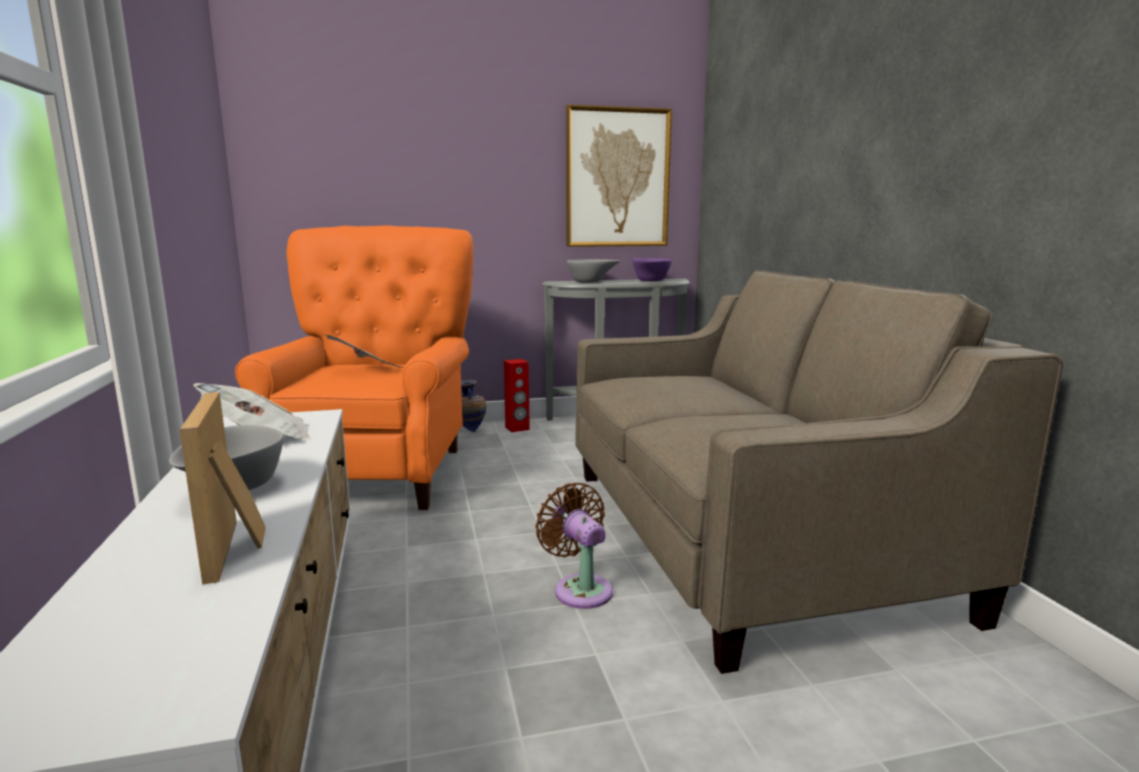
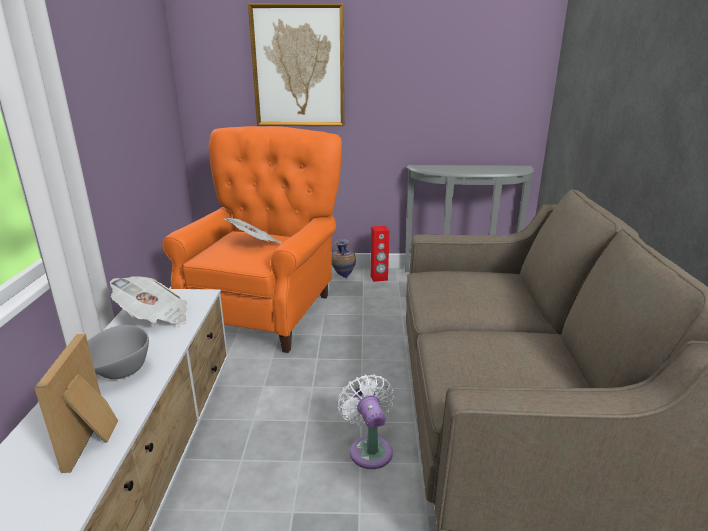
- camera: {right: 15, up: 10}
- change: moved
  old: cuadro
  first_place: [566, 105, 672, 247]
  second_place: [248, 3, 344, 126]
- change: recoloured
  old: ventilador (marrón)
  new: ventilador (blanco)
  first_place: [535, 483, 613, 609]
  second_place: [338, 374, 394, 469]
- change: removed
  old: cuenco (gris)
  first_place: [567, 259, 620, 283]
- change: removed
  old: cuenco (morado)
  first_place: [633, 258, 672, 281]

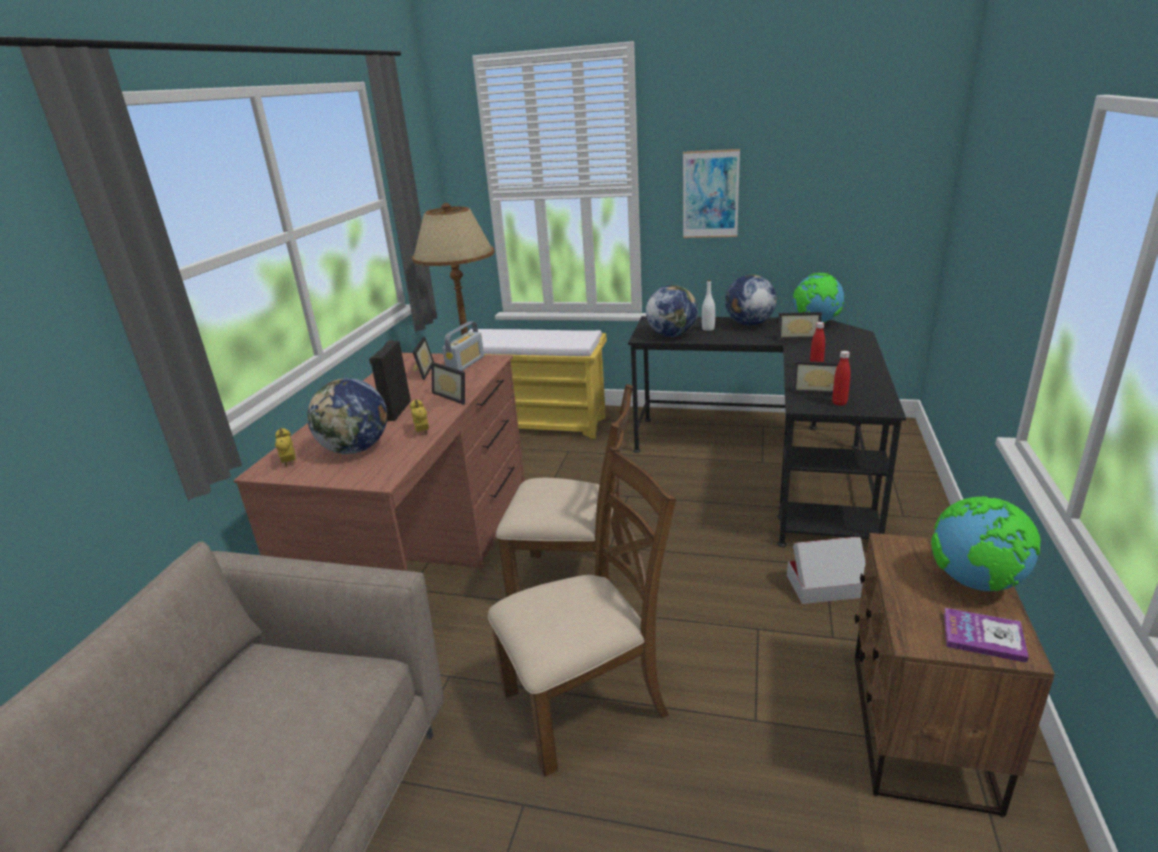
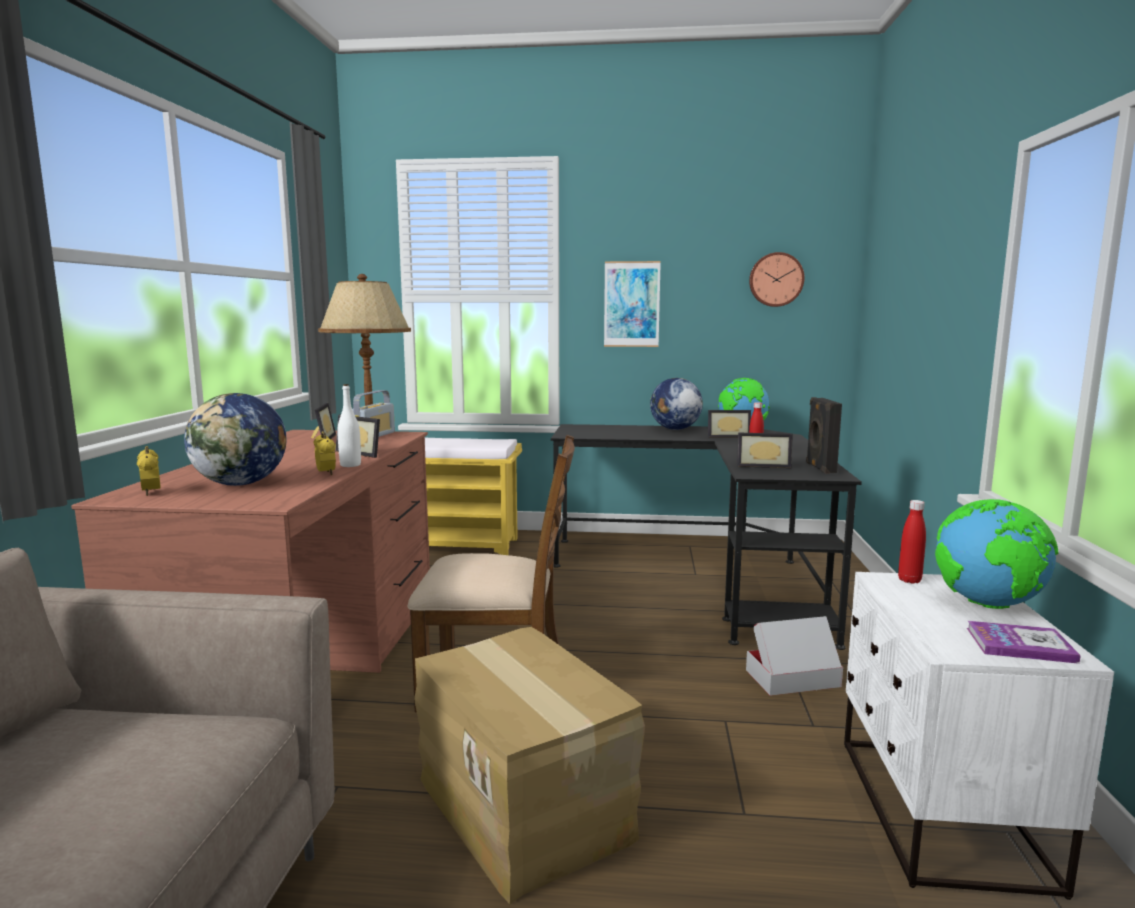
- camera: {right: -10, up: -15}
- change: moved
  old: botella (blanco)
  first_place: [702, 280, 715, 331]
  second_place: [337, 384, 361, 467]
- change: replaced
  old: silla (marrón)
  new: caja de cartón
  first_place: [488, 447, 676, 777]
  second_place: [414, 627, 645, 904]
- change: added
  new: reloj de pared
  second_place: [749, 252, 805, 307]
- change: moved
  old: altavoz (negro)
  first_place: [369, 340, 411, 422]
  second_place: [806, 397, 842, 474]
- change: recoloured
  old: mesita de noche (marrón)
  new: mesita de noche (blanco)
  first_place: [855, 533, 1055, 817]
  second_place: [844, 572, 1114, 900]
- change: moved
  old: botella (rojo)
  first_place: [832, 351, 850, 406]
  second_place: [898, 500, 926, 584]
- change: removed
  old: globo terráqueo
  first_place: [646, 285, 698, 337]

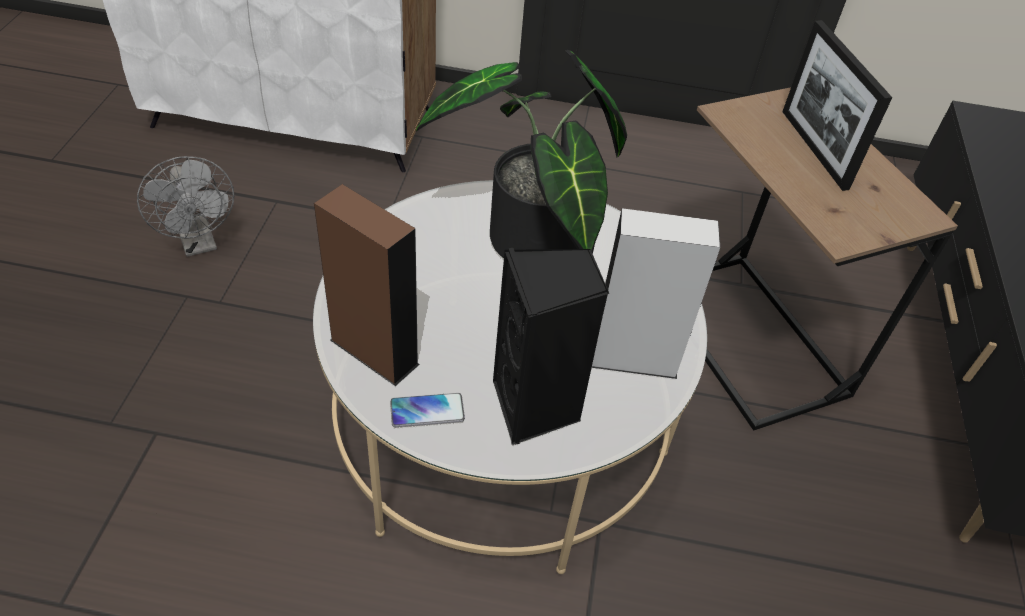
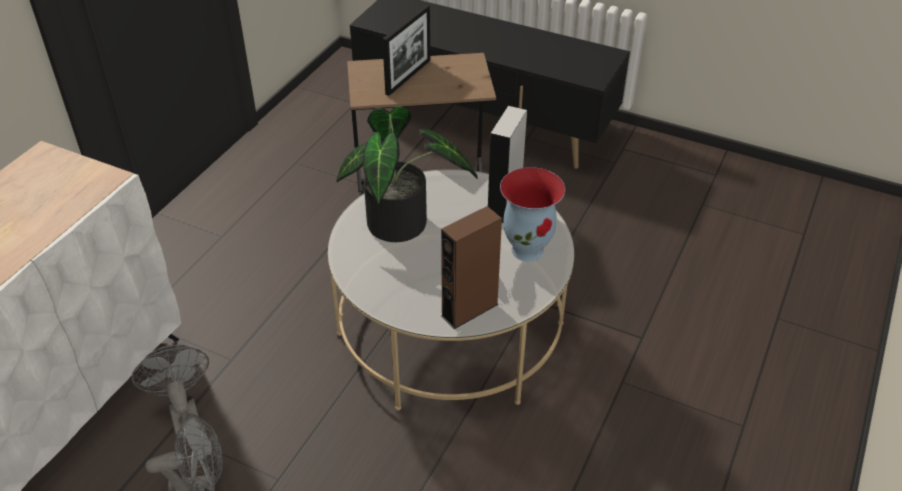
- camera: {right: -70, up: -5}
- change: added
  new: ventilador (gris)
  second_place: [132, 345, 209, 439]
- change: turned
  old: portarretratos
  first_place: [782, 20, 892, 191]
  second_place: [382, 5, 431, 96]
  degrees: -60
- change: replaced
  old: altavoz (negro)
  new: florero
  first_place: [493, 248, 609, 445]
  second_place: [500, 167, 565, 262]
- change: removed
  old: móvil
  first_place: [390, 393, 465, 427]

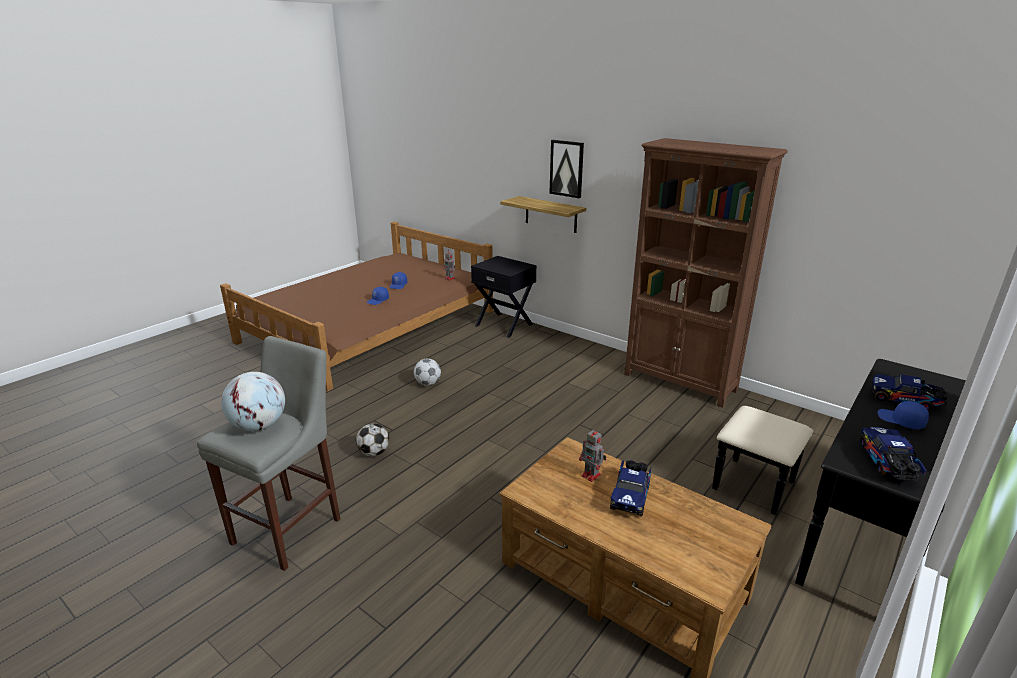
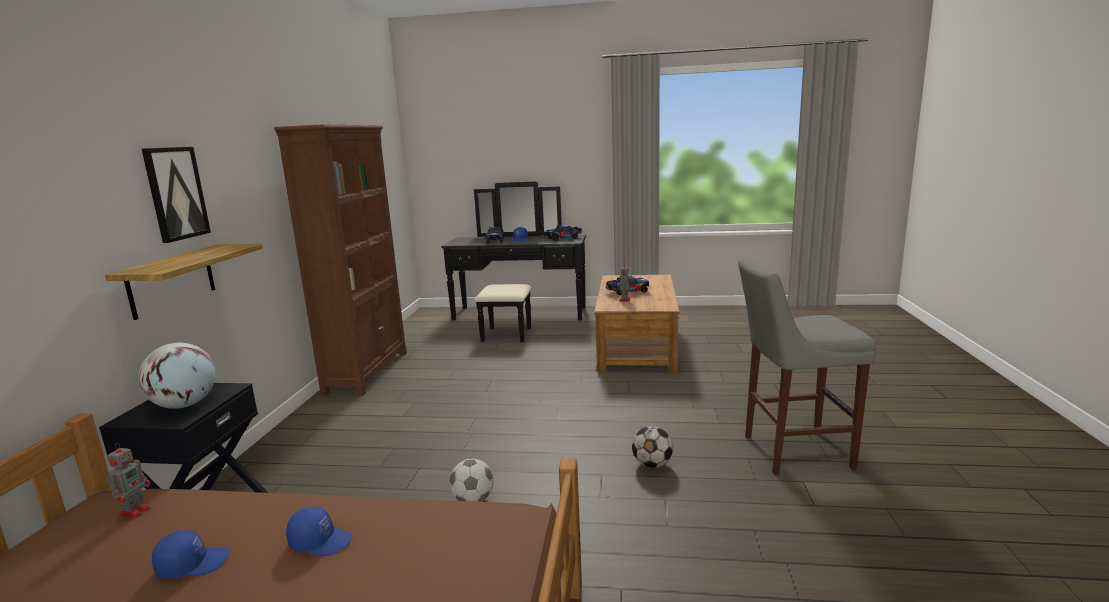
- camera: {right: -120, up: -10}
- change: moved
  old: globo terráqueo
  first_place: [221, 372, 285, 431]
  second_place: [138, 343, 216, 409]

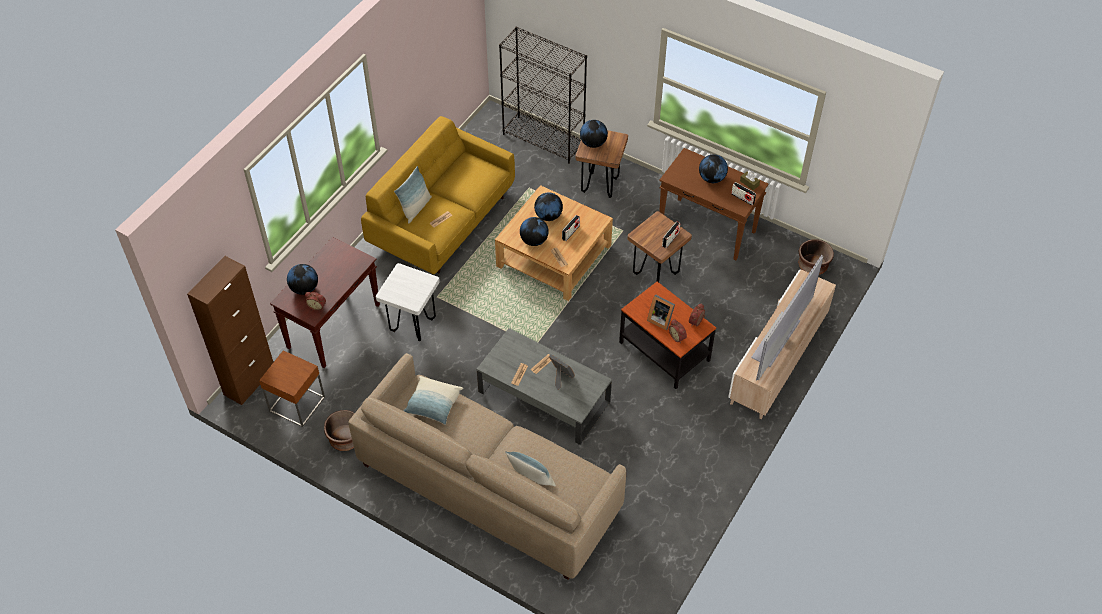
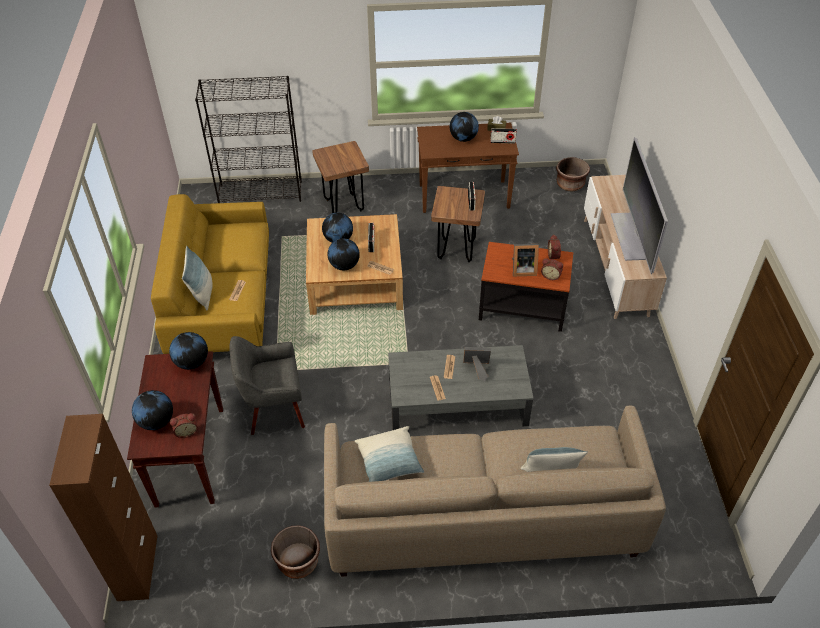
- camera: {right: -35, up: -5}
- change: moved
  old: globo terráqueo
  first_place: [580, 120, 608, 148]
  second_place: [169, 332, 208, 370]
- change: replaced
  old: taburete (blanco)
  new: sillón (gris)
  first_place: [376, 263, 440, 341]
  second_place: [229, 336, 305, 435]
- change: removed
  old: mesa auxiliar (marrón)
  first_place: [259, 350, 325, 427]

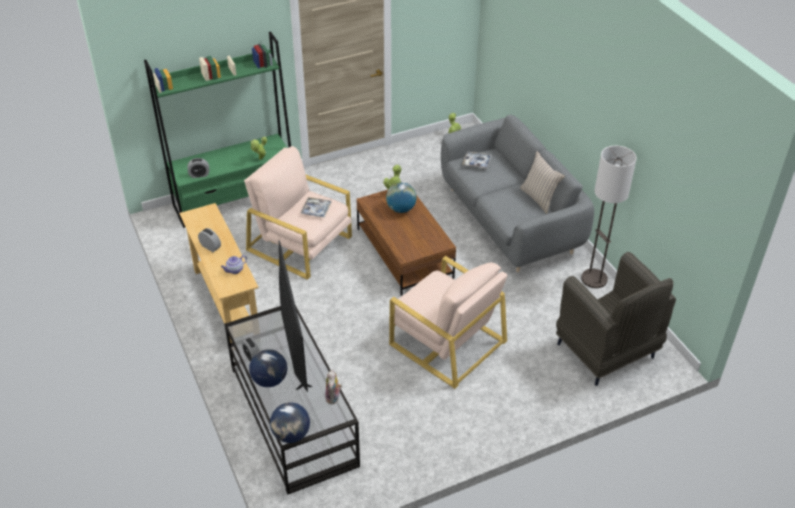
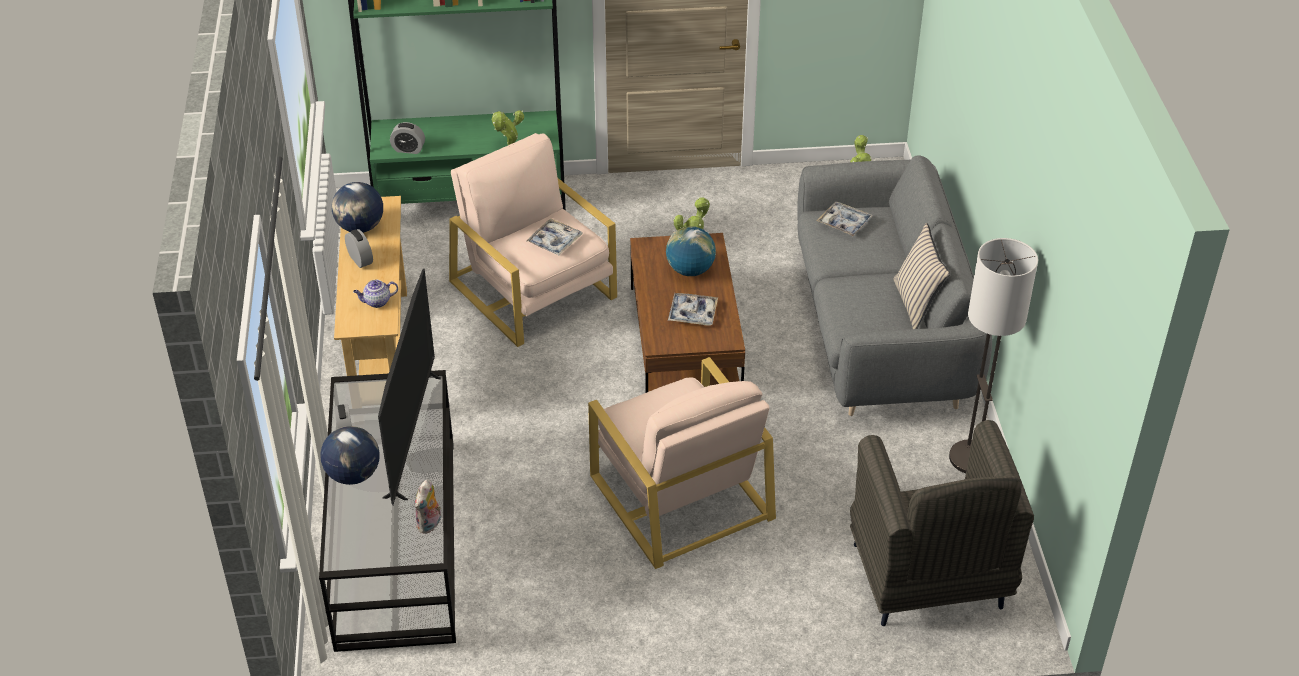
- camera: {right: 20, up: 0}
- change: moved
  old: globo terráqueo
  first_place: [270, 402, 310, 443]
  second_place: [332, 182, 383, 233]
- change: added
  new: bandeja
  second_place: [668, 293, 718, 326]

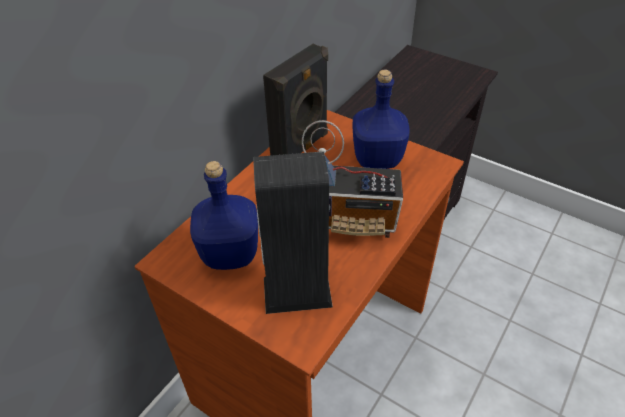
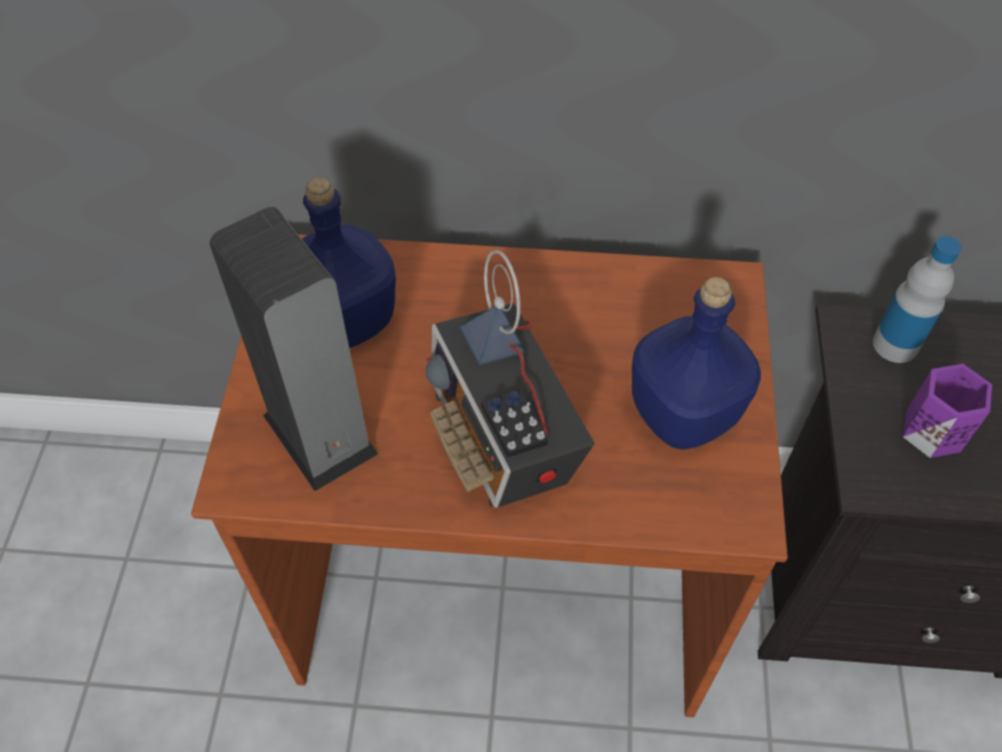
- camera: {right: 60, up: 10}
- change: added
  new: botella
  second_place: [873, 236, 962, 363]
- change: added
  new: taza grande (morado)
  second_place: [903, 364, 992, 458]
- change: removed
  old: altavoz (negro)
  first_place: [263, 44, 328, 156]

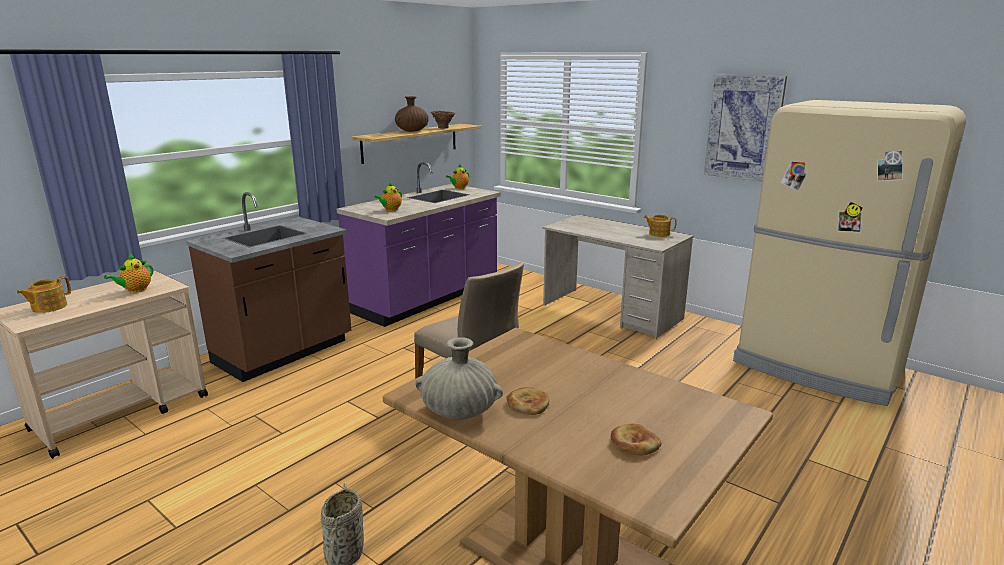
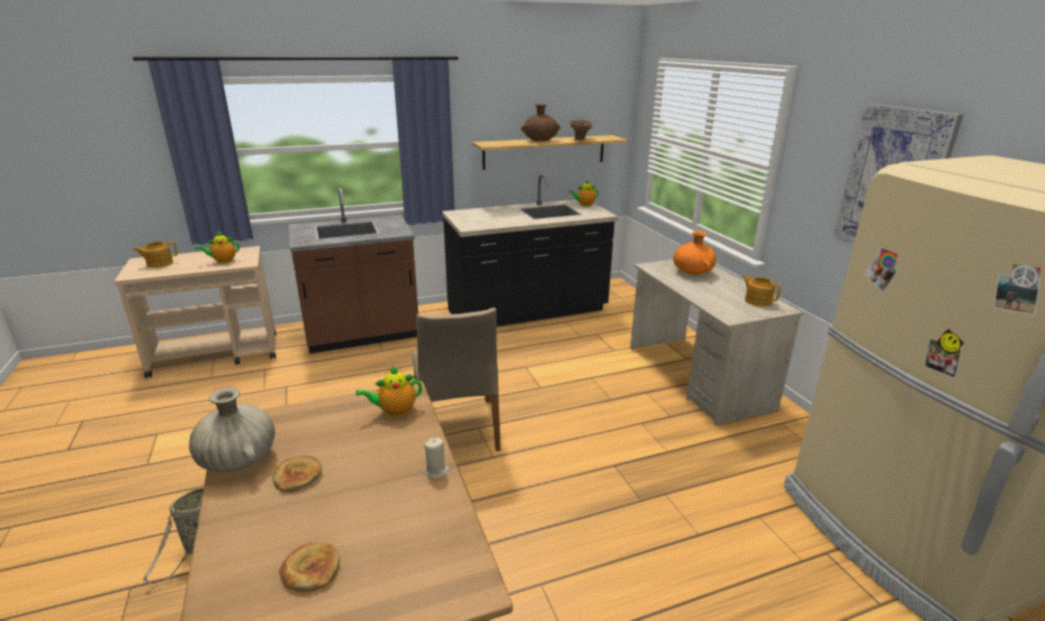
- camera: {right: 30, up: 5}
- change: moved
  old: tetera
  first_place: [374, 182, 402, 211]
  second_place: [356, 366, 422, 417]
- change: added
  new: vela (beis)
  second_place: [424, 438, 450, 478]
- change: recoloured
  old: mueble bajo de cocina (morado)
  new: mueble bajo de cocina (negro)
  first_place: [337, 162, 501, 327]
  second_place: [442, 174, 618, 327]
- change: added
  new: florero (naranja)
  second_place: [673, 231, 716, 275]

